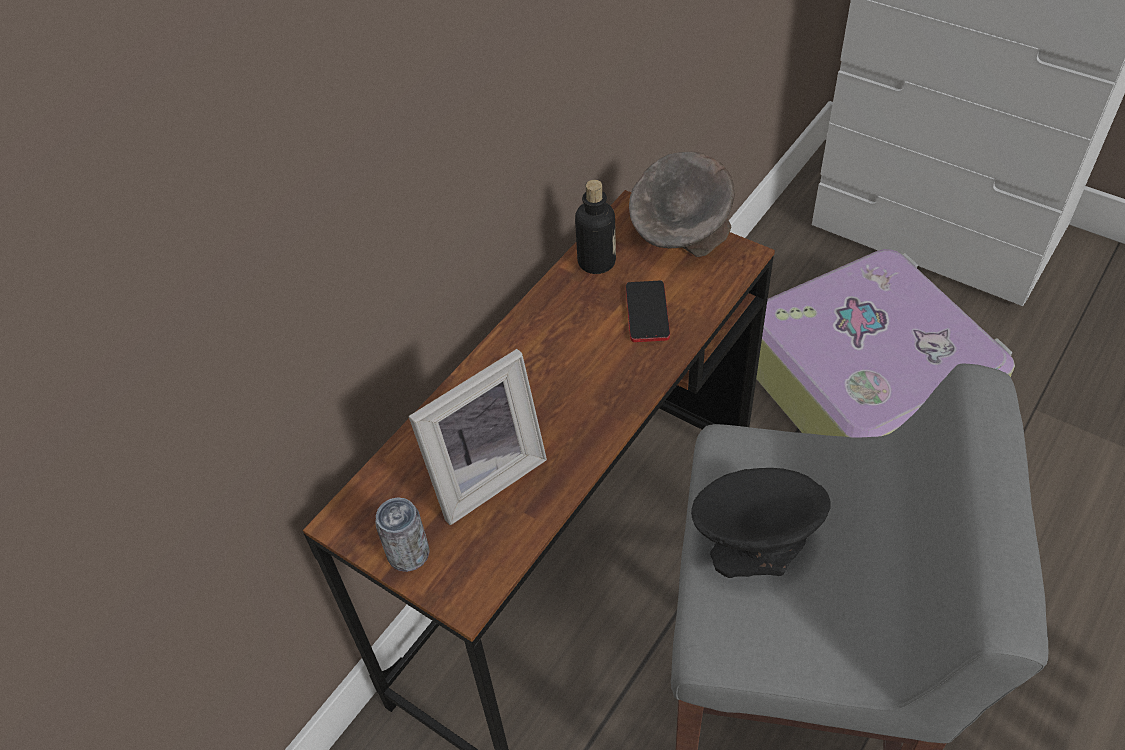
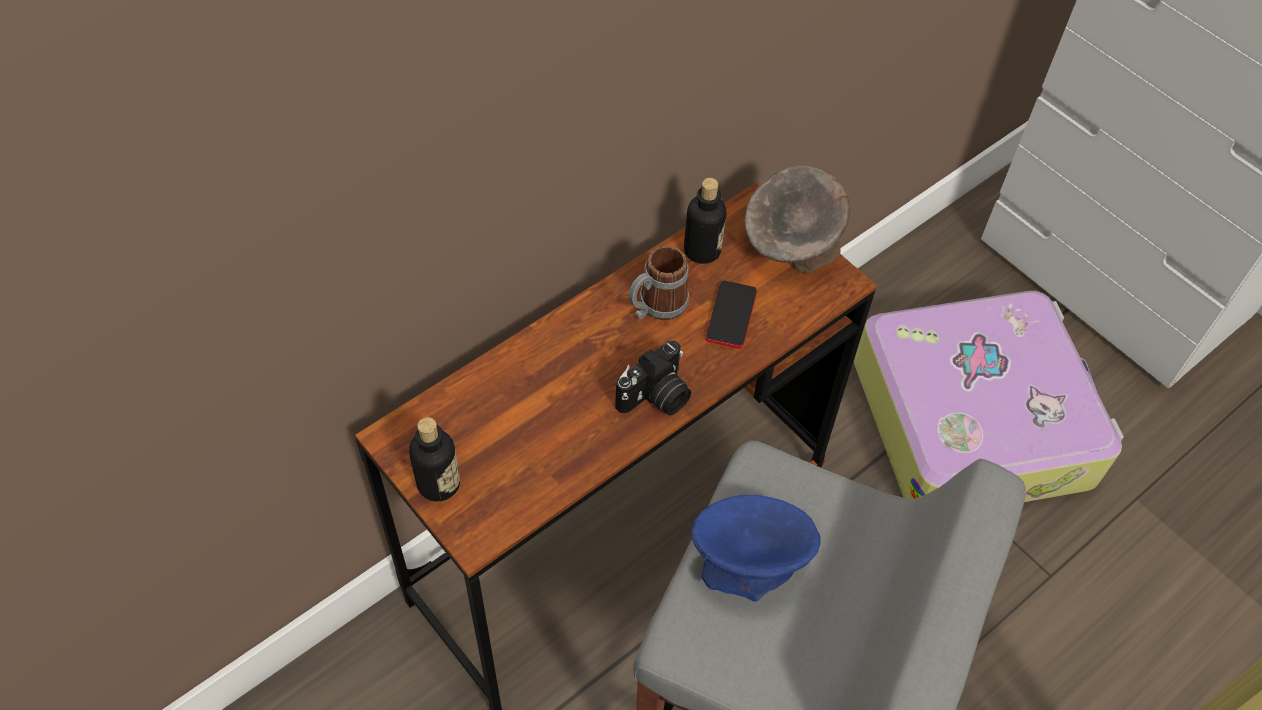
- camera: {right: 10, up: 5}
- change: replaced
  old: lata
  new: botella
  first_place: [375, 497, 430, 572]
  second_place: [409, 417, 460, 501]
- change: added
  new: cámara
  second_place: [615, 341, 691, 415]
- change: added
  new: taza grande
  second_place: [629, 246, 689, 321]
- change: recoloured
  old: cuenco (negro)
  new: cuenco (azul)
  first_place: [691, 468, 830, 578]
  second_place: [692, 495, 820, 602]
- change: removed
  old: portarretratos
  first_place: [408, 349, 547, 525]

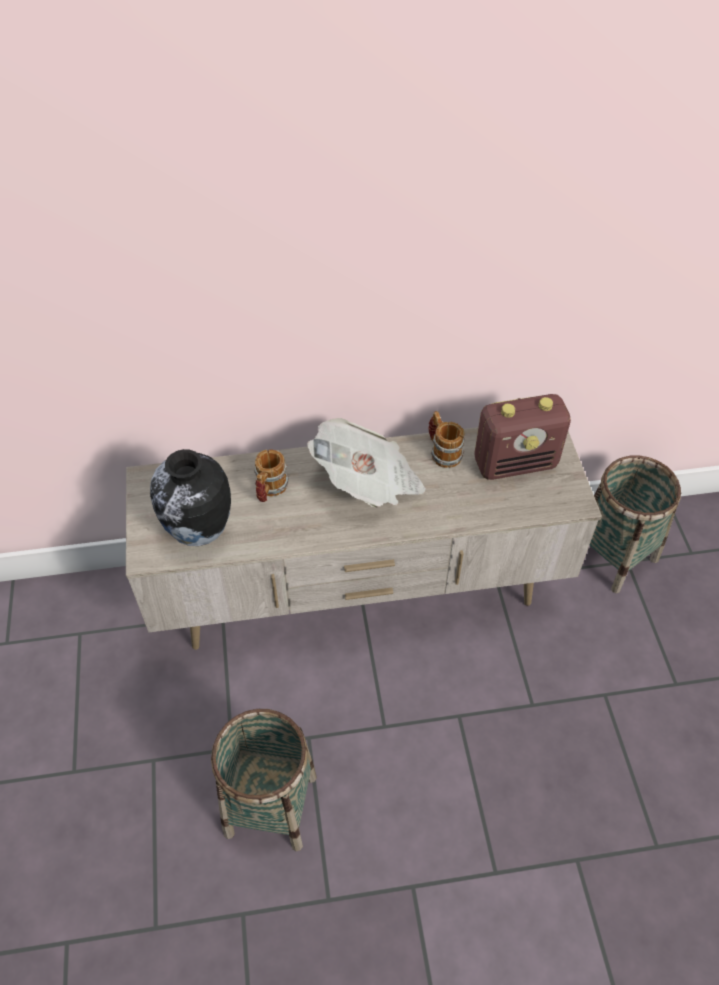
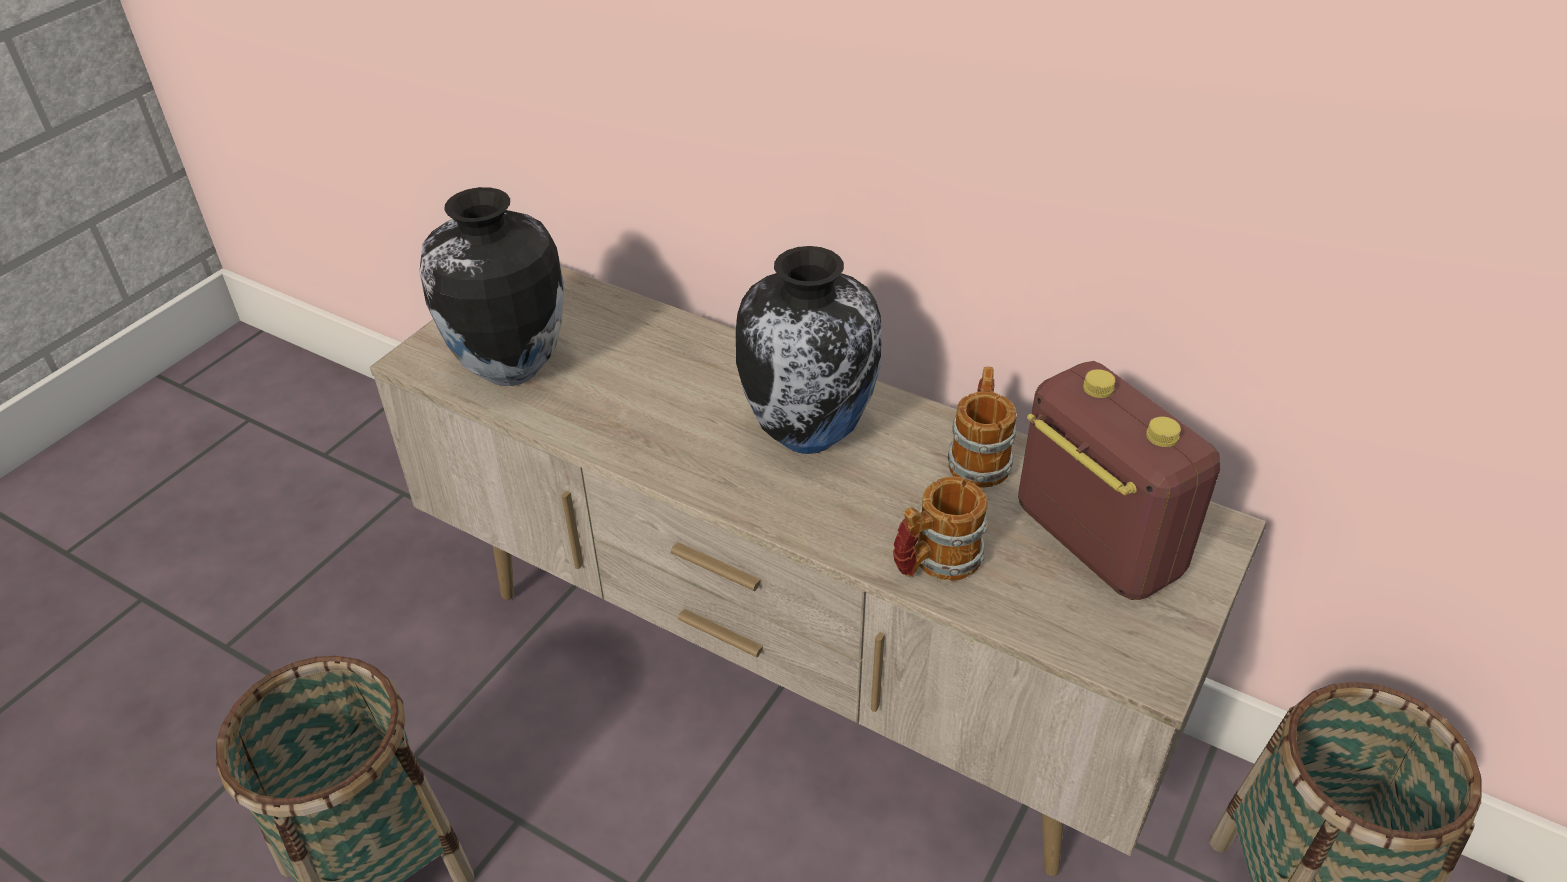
- camera: {right: 40, up: -10}
- change: replaced
  old: periódico
  new: florero
  first_place: [307, 418, 426, 508]
  second_place: [736, 246, 881, 454]
- change: moved
  old: taza grande
  first_place: [254, 449, 289, 502]
  second_place: [893, 476, 988, 581]
- change: turned
  old: radio
  first_place: [474, 394, 571, 480]
  second_place: [1018, 361, 1220, 600]
  degrees: -150

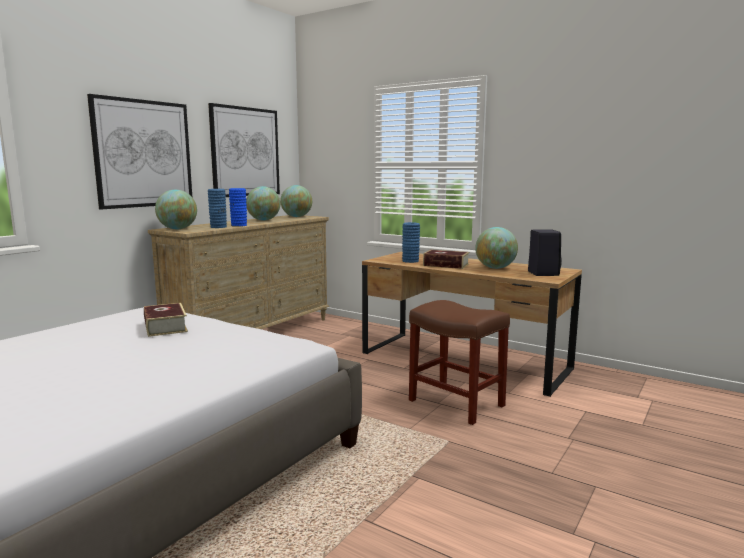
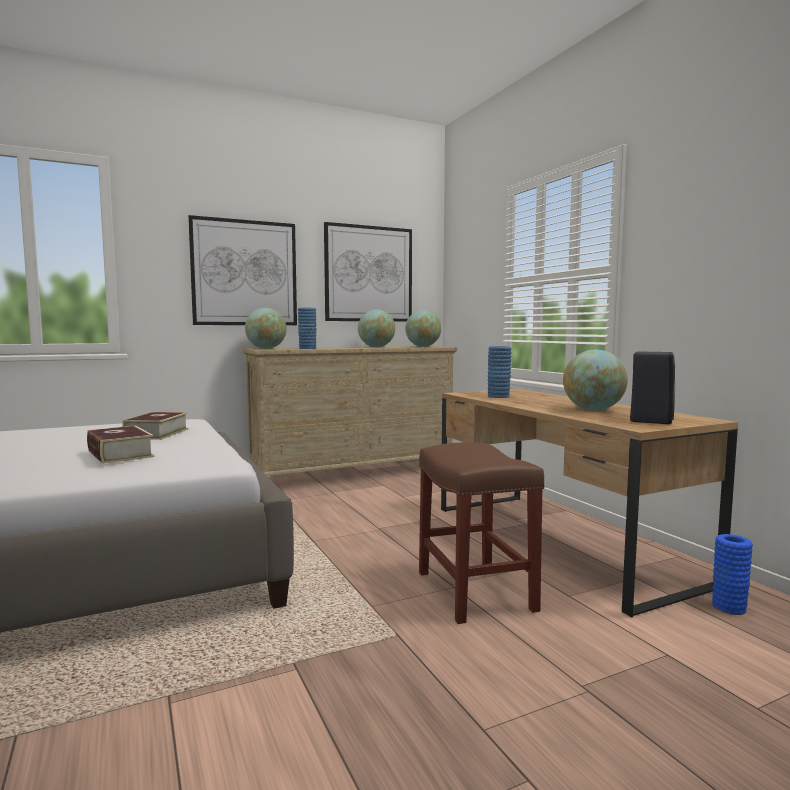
- camera: {right: 30, up: -5}
- change: moved
  old: libro
  first_place: [423, 250, 469, 269]
  second_place: [87, 426, 154, 464]
- change: moved
  old: florero (azul)
  first_place: [229, 188, 247, 227]
  second_place: [712, 534, 753, 615]

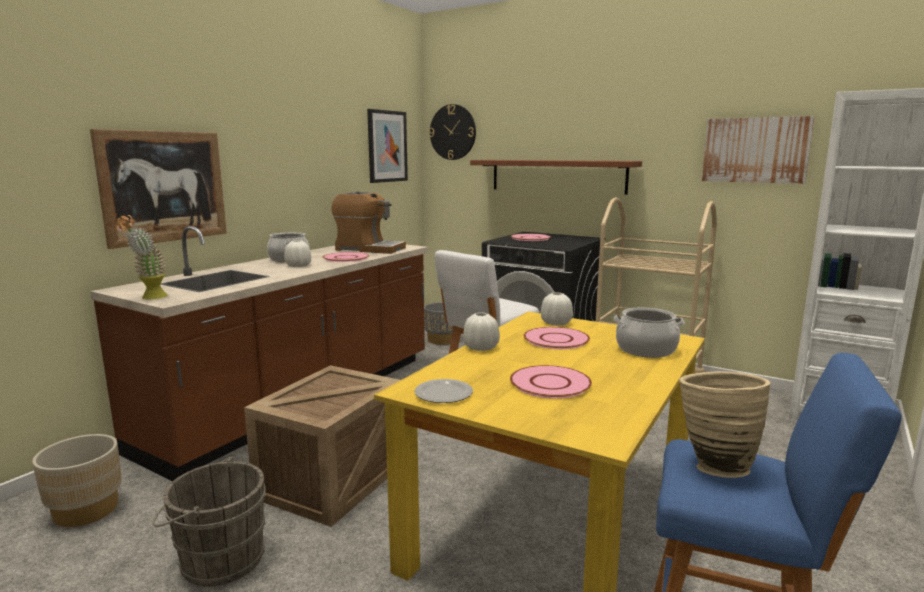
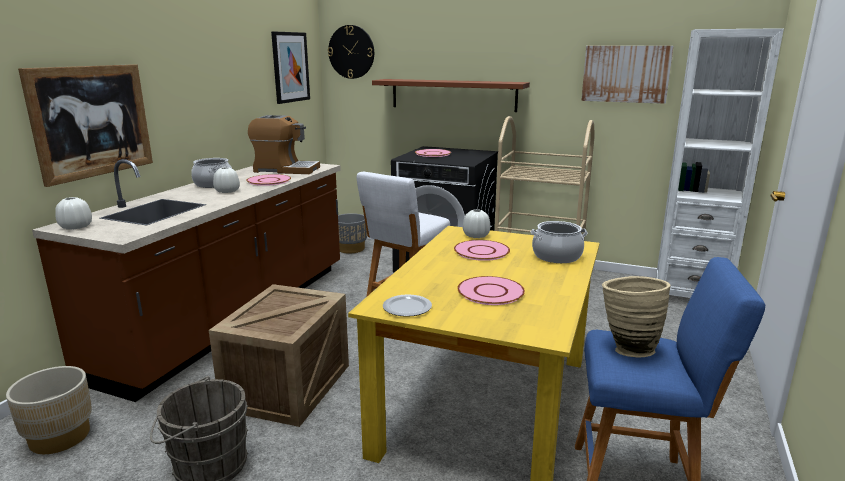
- camera: {right: -10, up: 5}
- change: moved
  old: florero (blanco)
  first_place: [463, 313, 500, 351]
  second_place: [55, 197, 92, 230]
- change: removed
  old: planta en maceta
  first_place: [115, 215, 168, 300]

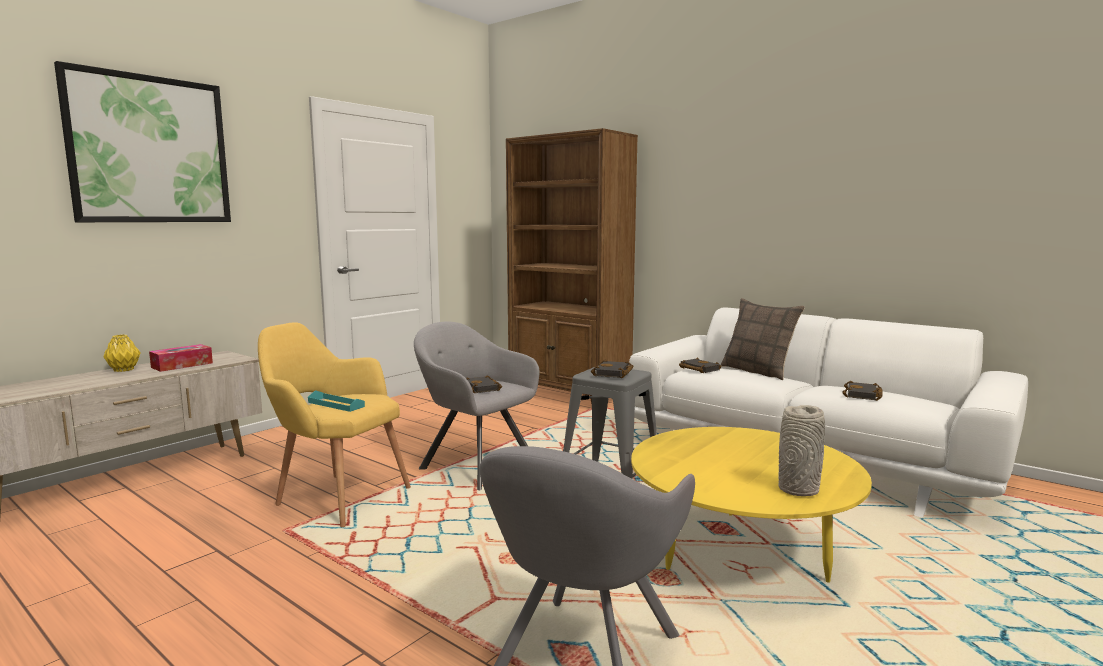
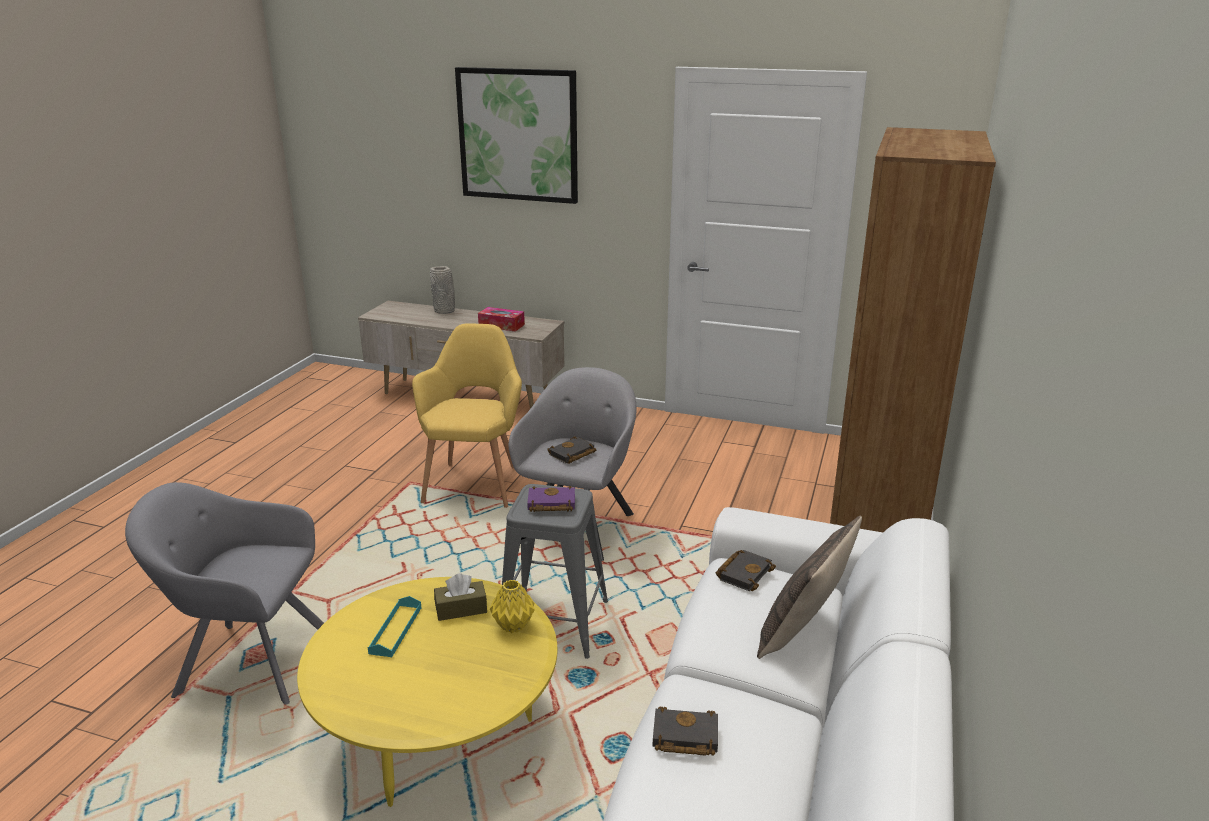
- camera: {right: 70, up: 15}
- change: moved
  old: bandeja (turquesa)
  first_place: [308, 390, 365, 412]
  second_place: [368, 596, 421, 657]
- change: moved
  old: florero (gris)
  first_place: [778, 405, 825, 496]
  second_place: [430, 266, 455, 314]
- change: added
  new: caja de pañuelos (marrón)
  second_place: [434, 573, 487, 621]
- change: moved
  old: florero (amarillo)
  first_place: [103, 335, 141, 372]
  second_place: [490, 580, 535, 633]
- change: recoloured
  old: libro (negro)
  new: libro (morado)
  first_place: [591, 360, 634, 378]
  second_place: [527, 486, 575, 512]

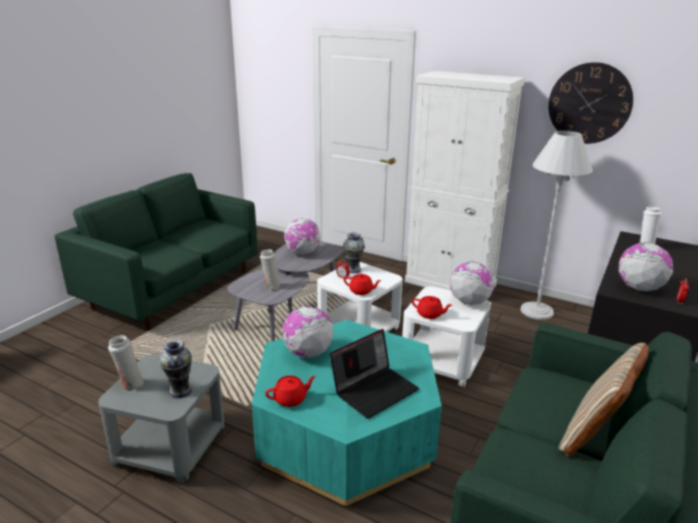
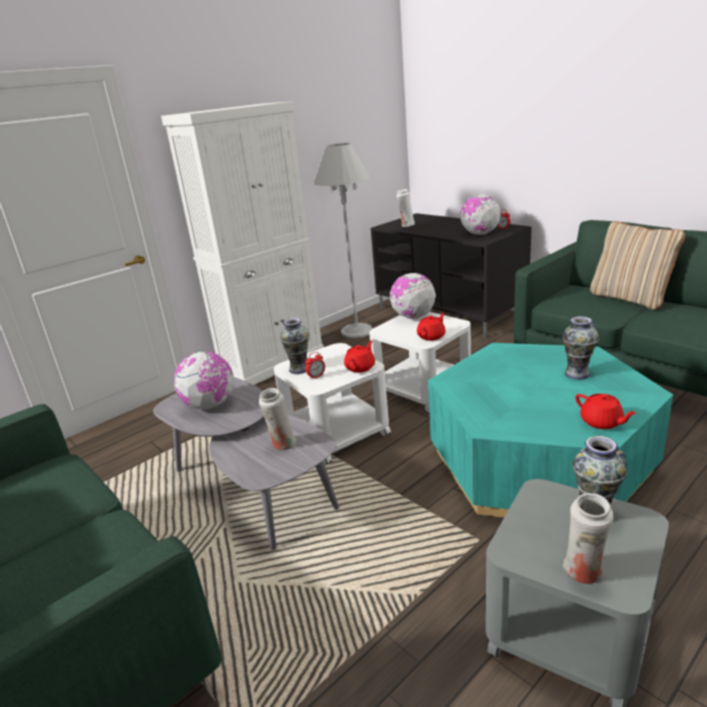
- camera: {right: -70, up: 0}
- change: replaced
  old: portátil
  new: florero
  first_place: [330, 329, 419, 419]
  second_place: [562, 316, 599, 380]
- change: turned
  old: tetera (rojo)
  first_place: [265, 376, 316, 407]
  second_place: [575, 394, 637, 429]
  degrees: 150
- change: removed
  old: globo terráqueo
  first_place: [282, 306, 334, 358]
- change: removed
  old: reloj de pared
  first_place: [548, 62, 633, 144]

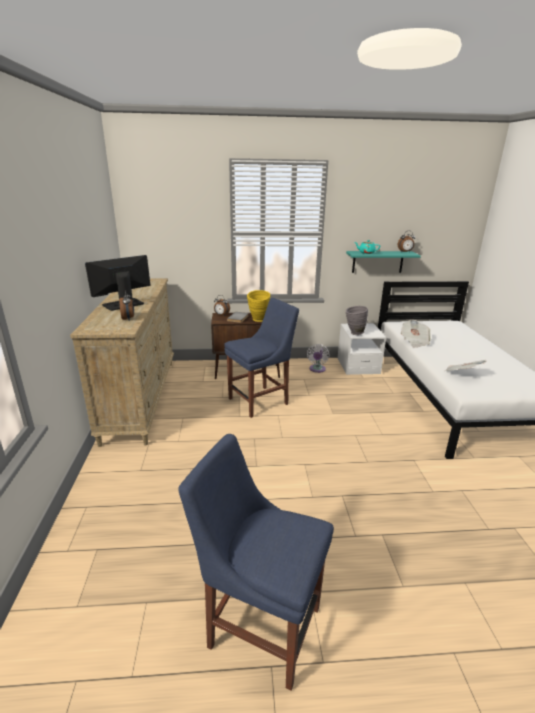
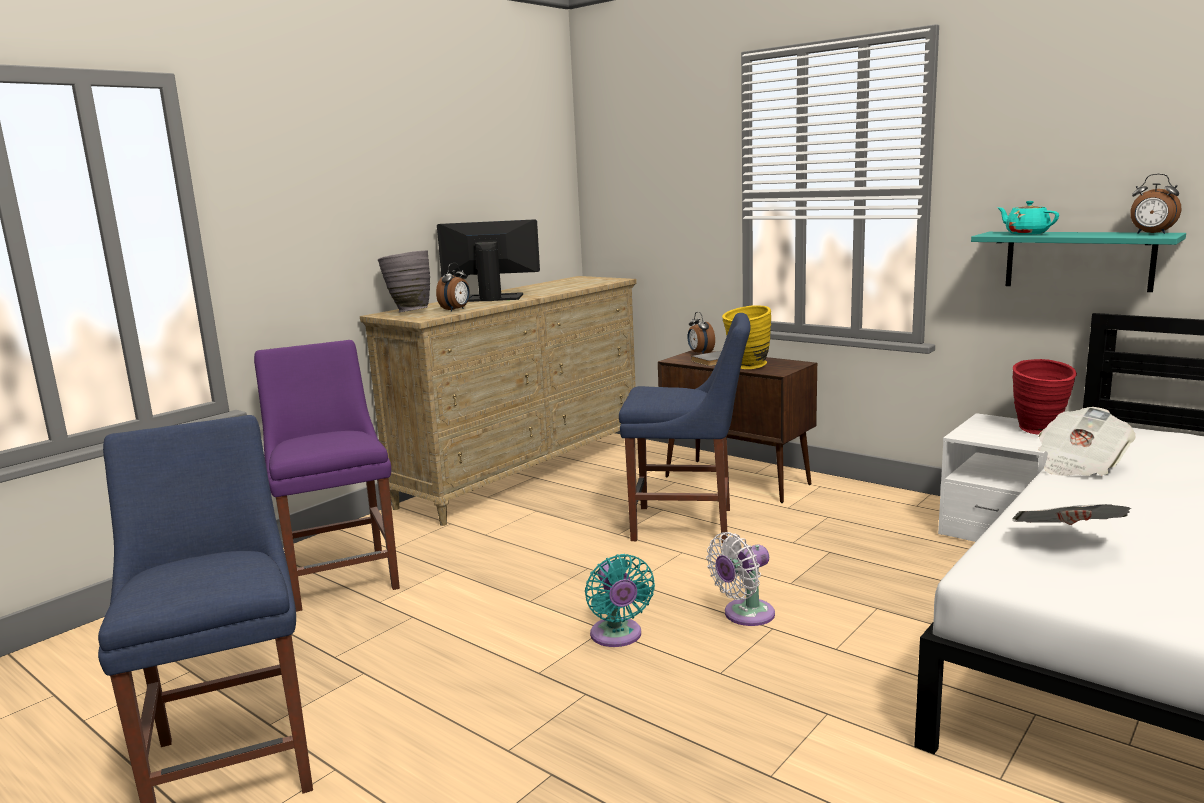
- camera: {right: 45, up: -10}
- change: added
  new: silla (morado)
  second_place: [254, 340, 400, 612]
- change: moved
  old: florero (gris)
  first_place: [346, 306, 368, 335]
  second_place: [378, 250, 430, 313]
- change: added
  new: ventilador (turquesa)
  second_place: [585, 554, 655, 647]
- change: moved
  old: ventilador (blanco)
  first_place: [307, 344, 330, 373]
  second_place: [706, 532, 775, 626]
- change: added
  new: florero (rojo)
  second_place: [1013, 359, 1077, 435]

